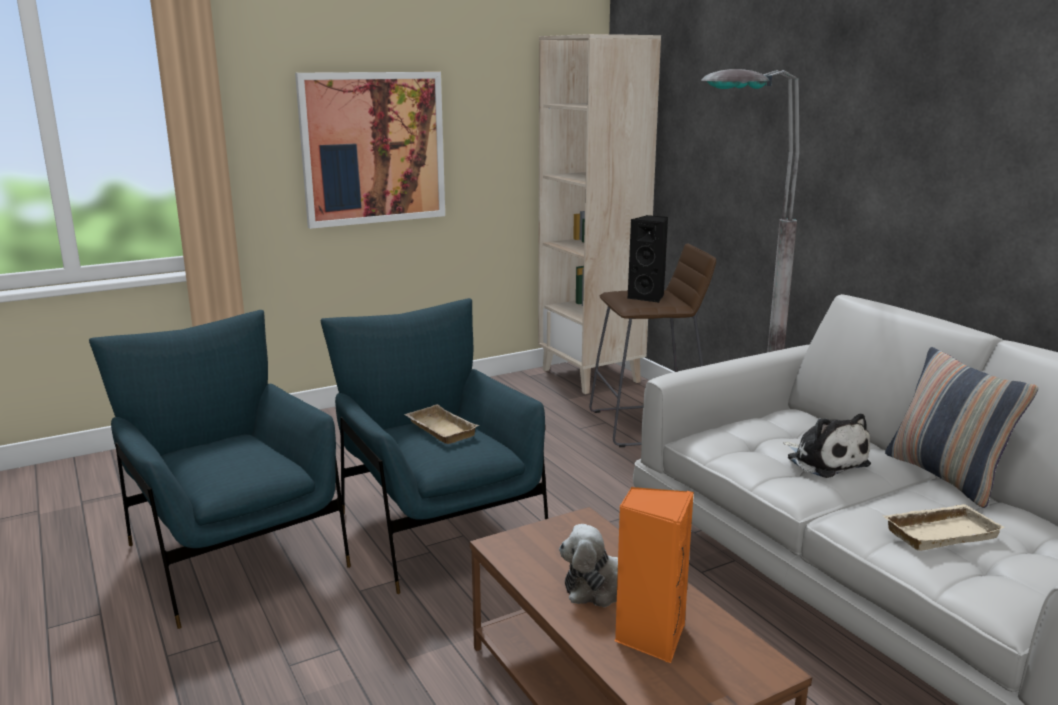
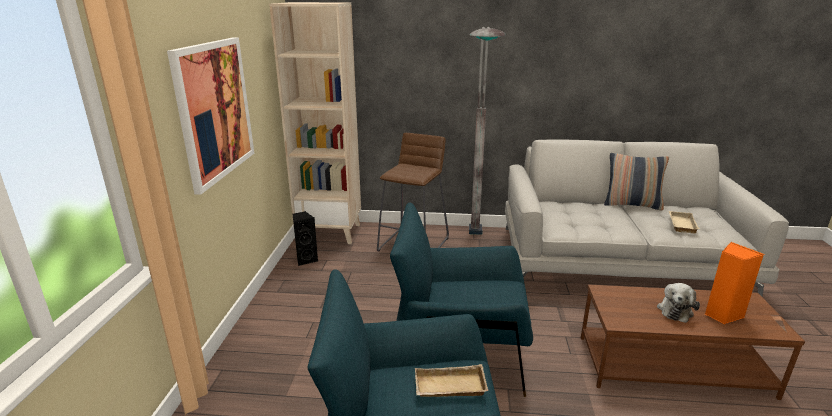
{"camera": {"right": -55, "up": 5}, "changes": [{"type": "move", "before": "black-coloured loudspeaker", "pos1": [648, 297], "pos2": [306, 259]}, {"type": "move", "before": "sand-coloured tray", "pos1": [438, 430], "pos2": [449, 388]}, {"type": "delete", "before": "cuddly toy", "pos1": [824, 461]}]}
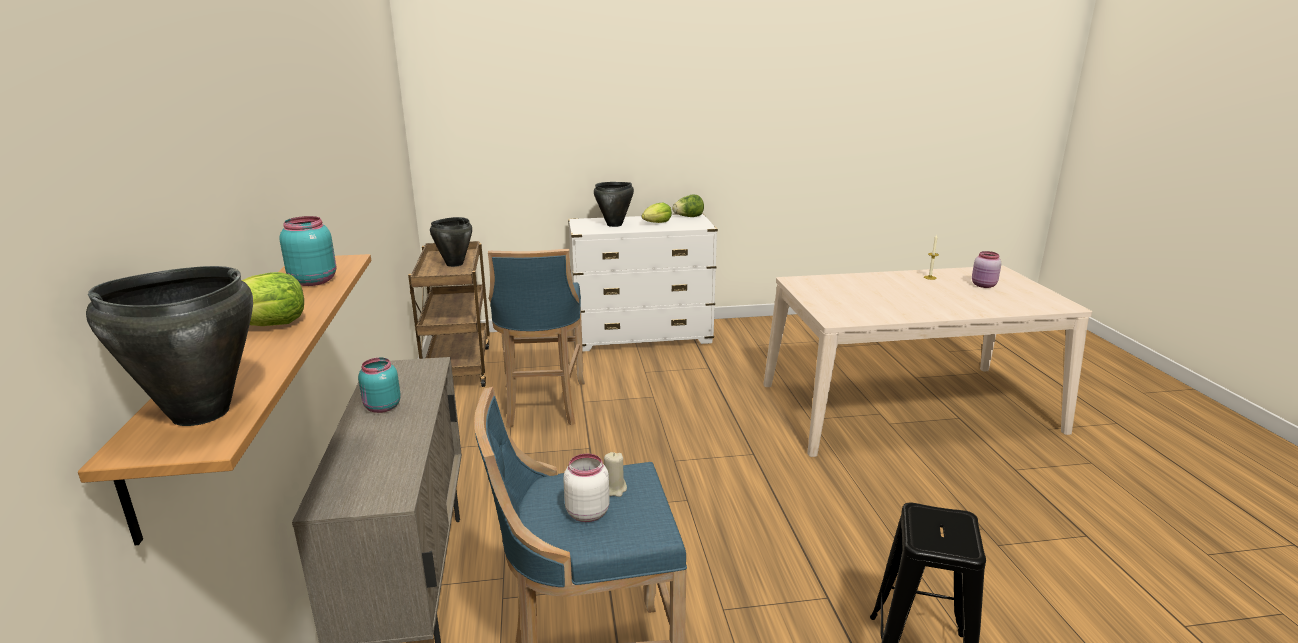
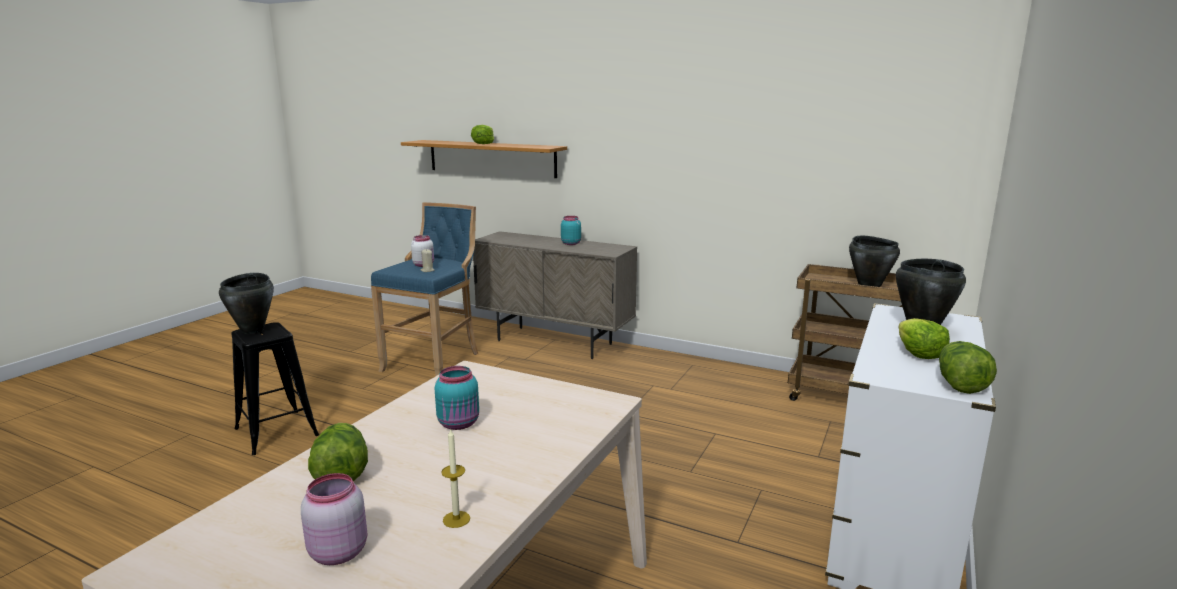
{"camera": {"right": 125, "up": -5}, "changes": [{"type": "move", "before": "blue-green storage jar", "pos1": [313, 281], "pos2": [459, 424]}, {"type": "delete", "before": "blue-coloured stool", "pos1": [542, 406]}, {"type": "move", "before": "black-coloured saucepot", "pos1": [199, 413], "pos2": [253, 330]}, {"type": "insert", "after": "lettuce", "pos2": [341, 473]}]}
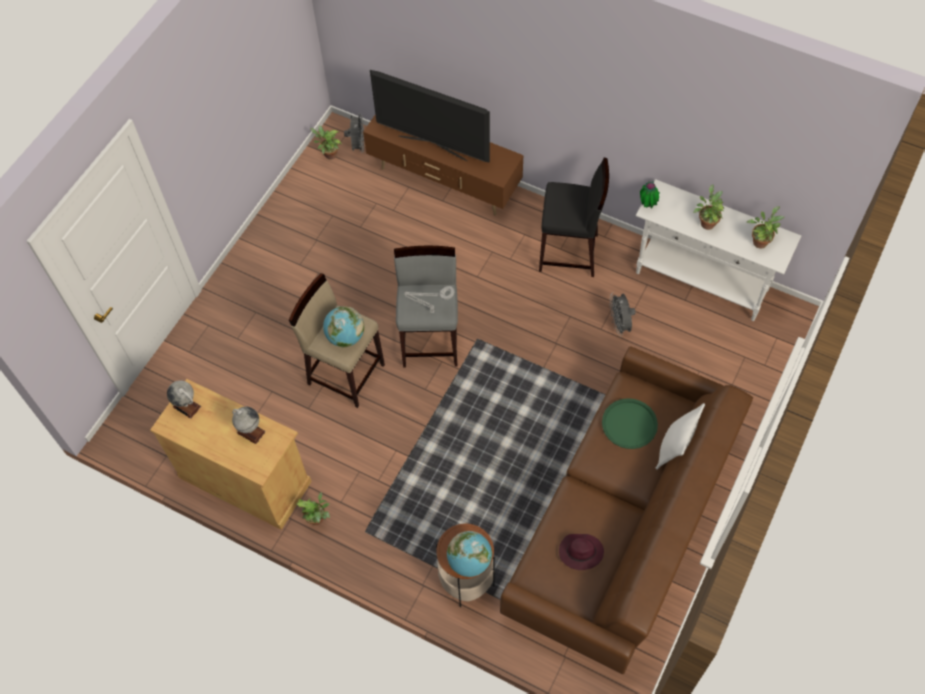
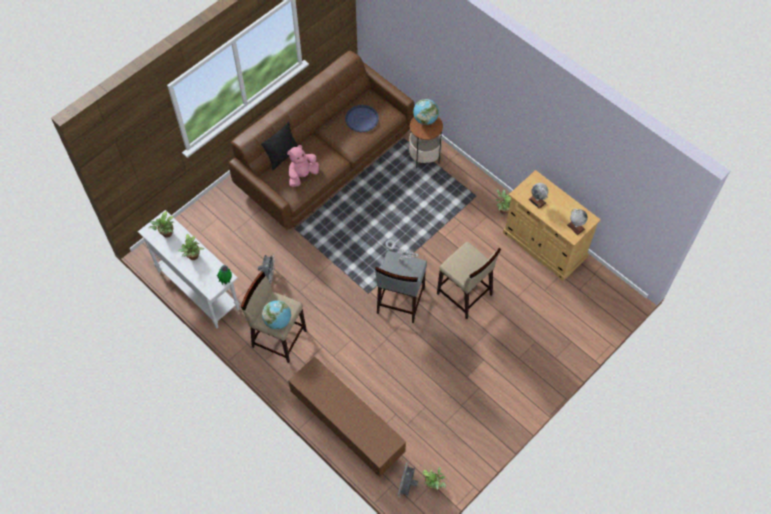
{"camera": {"right": -165, "up": 0}, "changes": [{"type": "delete", "before": "TV", "pos1": [433, 147]}, {"type": "recolor", "before": "black-coloured stool", "after": "sand-coloured stool", "pos1": [569, 253], "pos2": [279, 338]}, {"type": "move", "before": "desk globe", "pos1": [345, 337], "pos2": [278, 321]}, {"type": "replace", "before": "green-coloured tray", "after": "pinkish cuddly toy", "pos1": [629, 424], "pos2": [302, 175]}, {"type": "recolor", "before": "whitish cushion", "after": "black-coloured cushion", "pos1": [674, 447], "pos2": [282, 156]}, {"type": "replace", "before": "purple-coloured clothing hat", "after": "blue-coloured tray", "pos1": [580, 552], "pos2": [361, 119]}]}
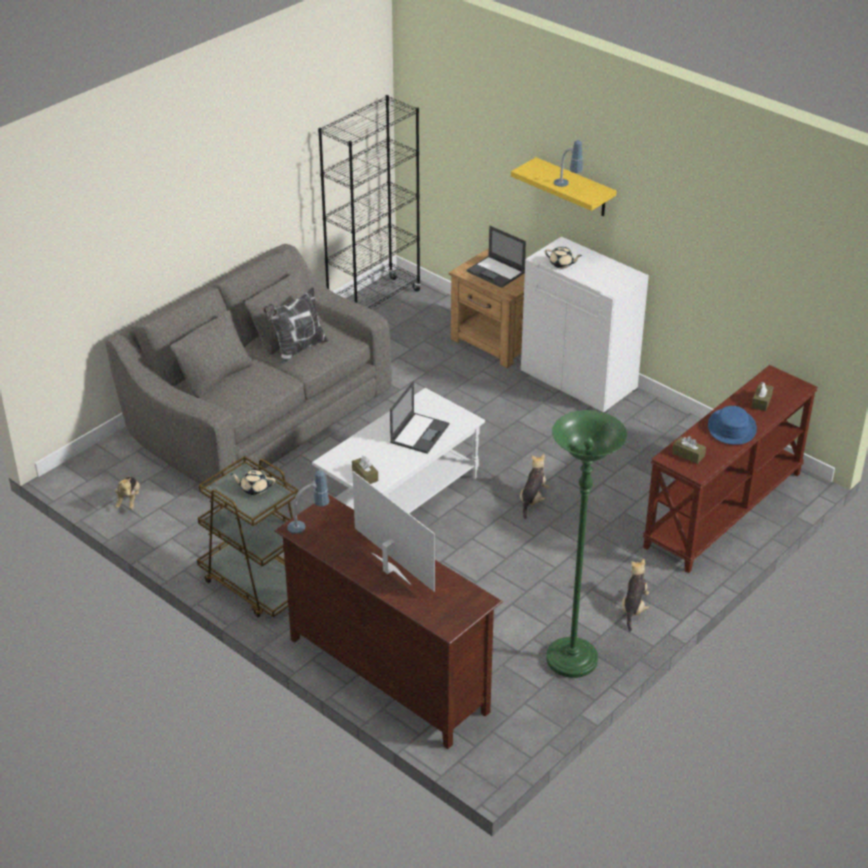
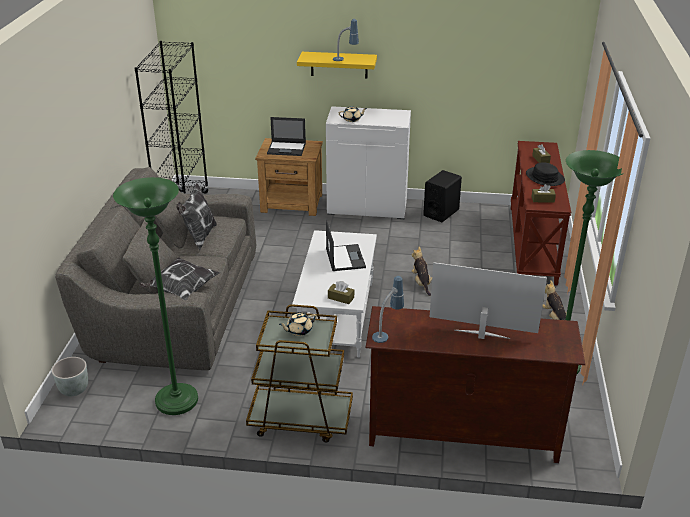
{"camera": {"right": -35, "up": -5}, "changes": [{"type": "recolor", "before": "blue-coloured clothing hat", "after": "black-coloured clothing hat", "pos1": [731, 428], "pos2": [544, 177]}, {"type": "delete", "before": "cuddly toy", "pos1": [129, 501]}, {"type": "insert", "after": "black-coloured loudspeaker", "pos2": [441, 213]}, {"type": "insert", "after": "green-coloured standard lamp", "pos2": [177, 401]}, {"type": "insert", "after": "cushion", "pos2": [181, 290]}, {"type": "insert", "after": "grey planter", "pos2": [74, 389]}]}
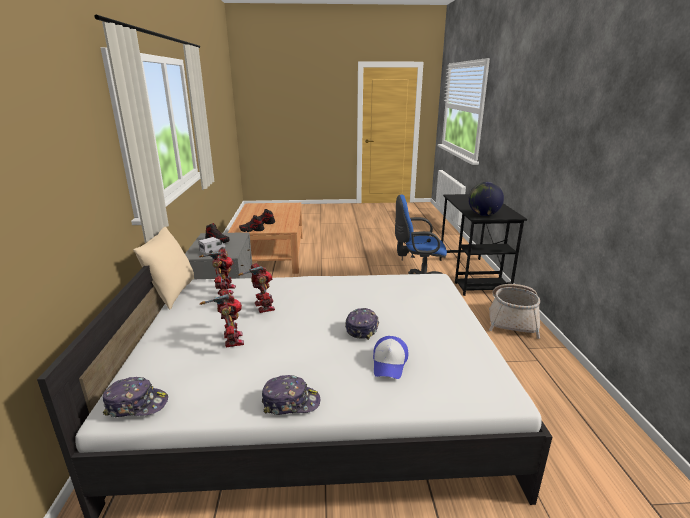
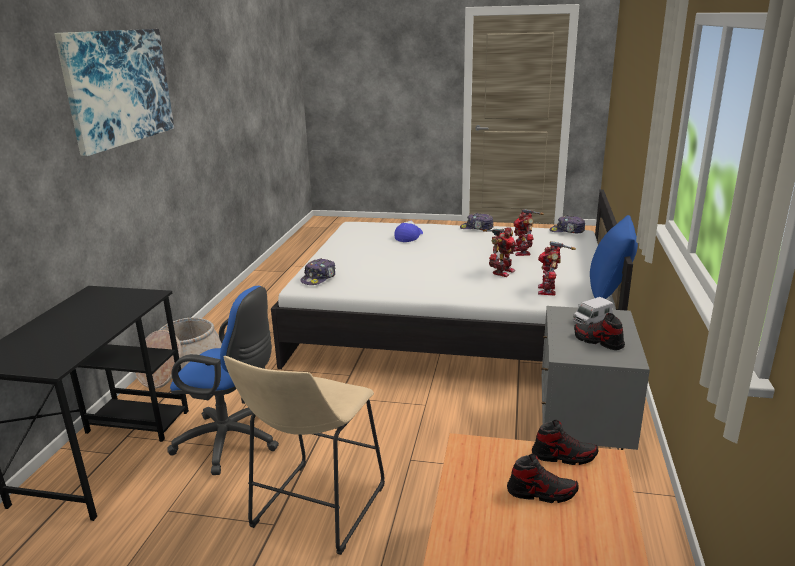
{"camera": {"right": -165, "up": 0}, "changes": [{"type": "delete", "before": "desk globe", "pos1": [483, 215]}, {"type": "recolor", "before": "sand-coloured cushion", "after": "blue-coloured cushion", "pos1": [172, 294], "pos2": [609, 292]}, {"type": "rotate", "before": "robot figure", "pos1": [262, 307], "pos2": [501, 272], "turn": -135}, {"type": "move", "before": "peaked cap", "pos1": [362, 328], "pos2": [319, 278]}, {"type": "insert", "after": "picture", "pos2": [119, 87]}, {"type": "insert", "after": "sand-coloured stool", "pos2": [314, 510]}]}
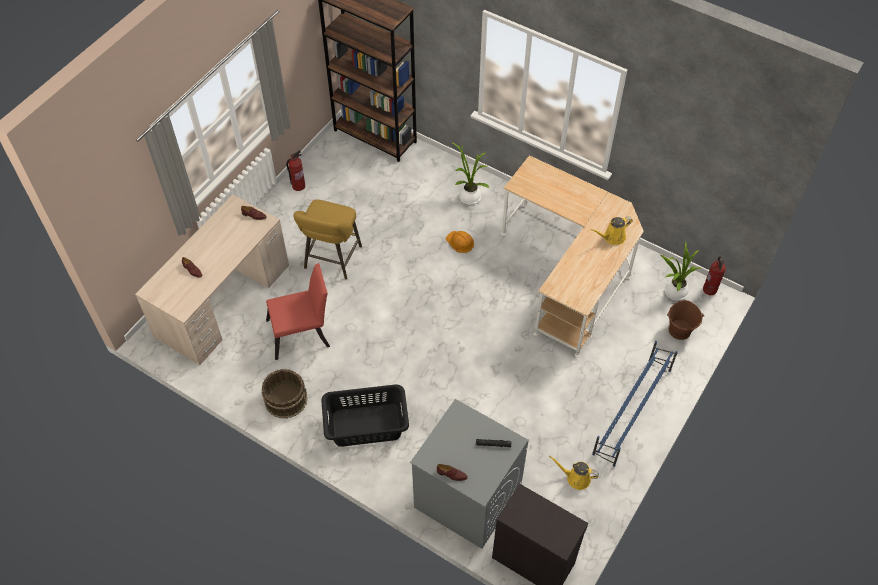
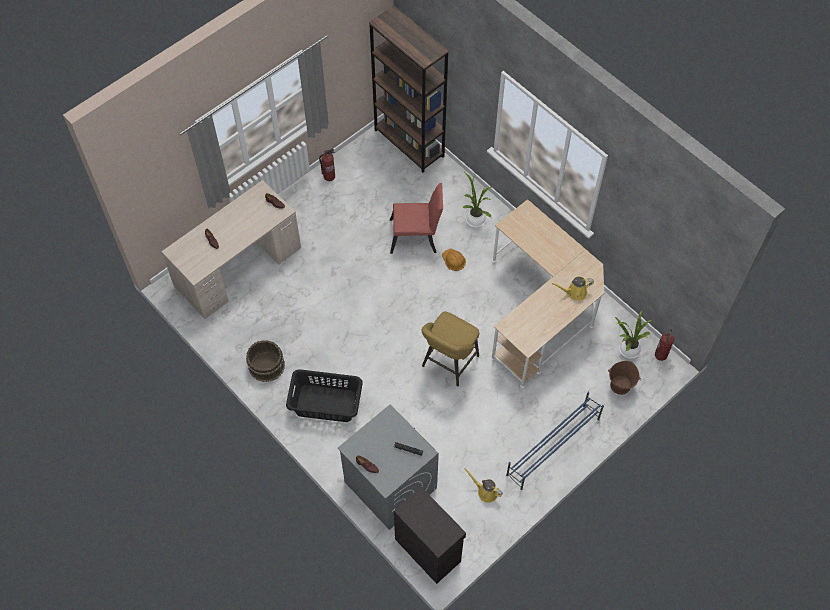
{"camera": {"right": 15, "up": 5}, "changes": [{"type": "move", "before": "yellow stool", "pos1": [331, 260], "pos2": [448, 363]}, {"type": "move", "before": "reddish chair", "pos1": [302, 333], "pos2": [416, 236]}]}
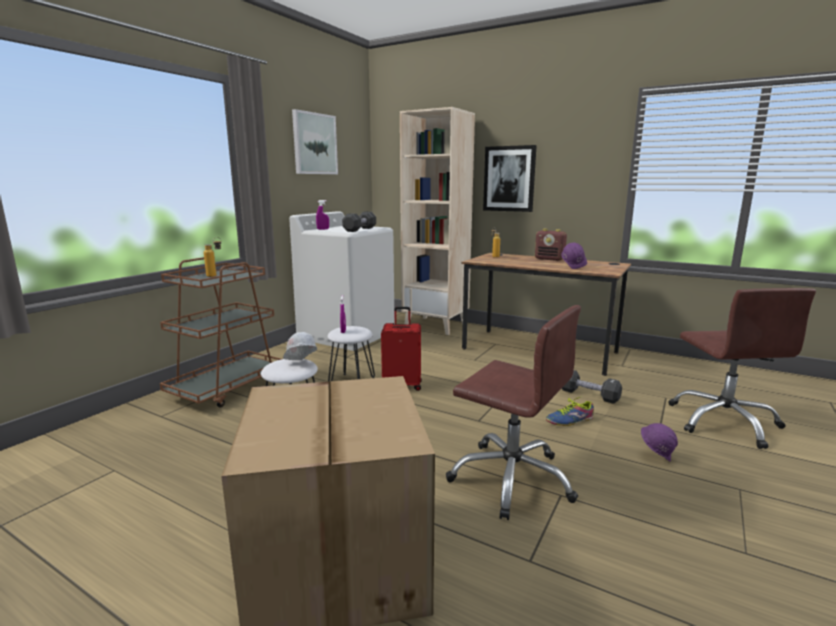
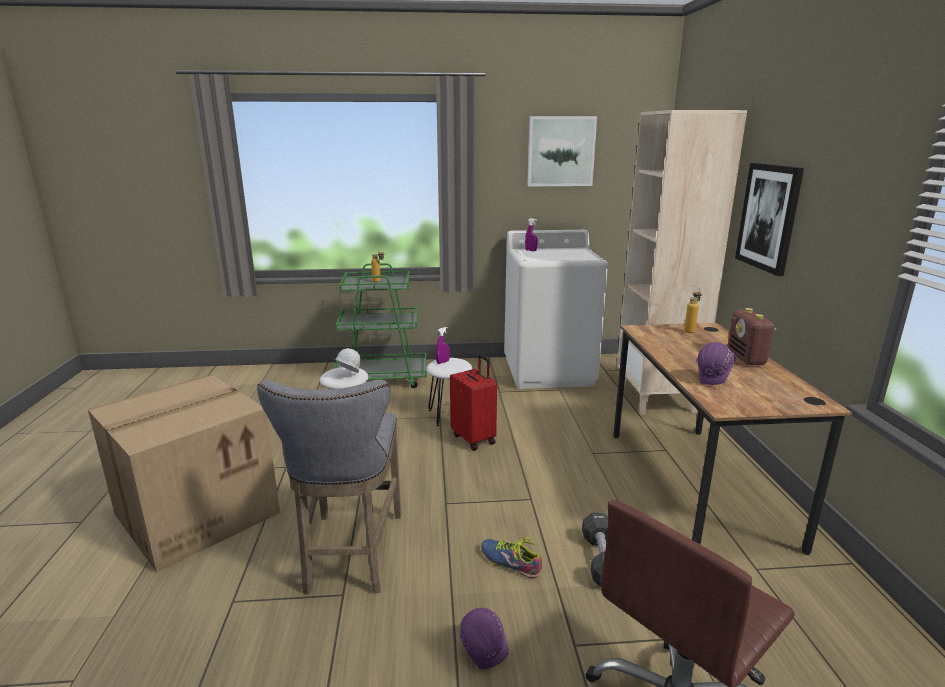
{"camera": {"right": 55, "up": 5}, "changes": [{"type": "delete", "before": "black-coloured free weight", "pos1": [360, 229]}, {"type": "recolor", "before": "brown trolley", "after": "green-coloured trolley", "pos1": [228, 388], "pos2": [382, 378]}, {"type": "replace", "before": "brown computer chair", "after": "grey stool", "pos1": [511, 478], "pos2": [351, 556]}]}
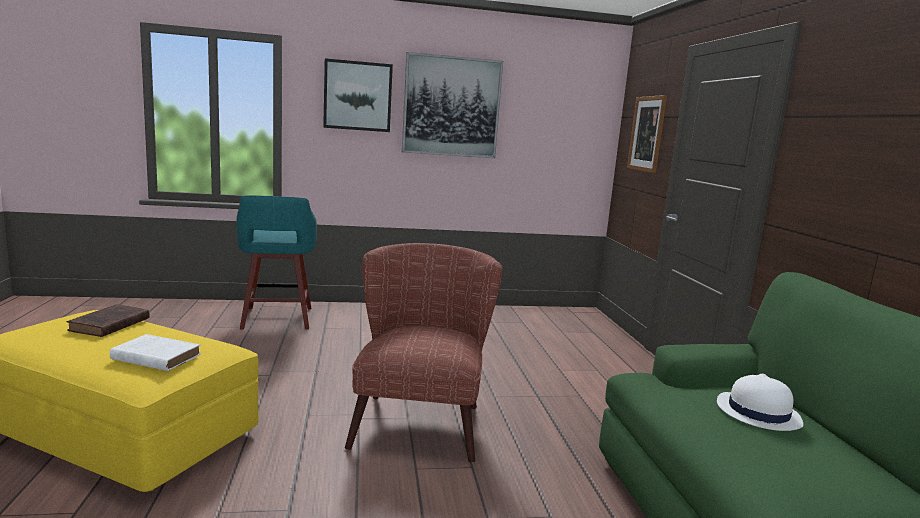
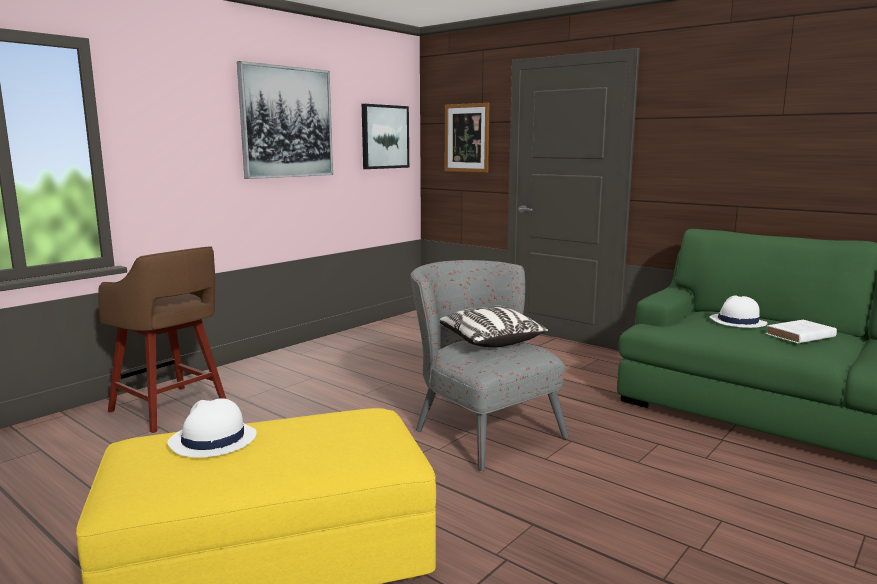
{"camera": {"right": -40, "up": 0}, "changes": [{"type": "move", "before": "picture", "pos1": [358, 96], "pos2": [384, 137]}, {"type": "recolor", "before": "blue-green stool", "after": "brown stool", "pos1": [277, 319], "pos2": [170, 409]}, {"type": "recolor", "before": "brown armchair", "after": "grey armchair", "pos1": [421, 419], "pos2": [480, 429]}, {"type": "replace", "before": "brown bound book", "after": "whitish clothing hat", "pos1": [108, 325], "pos2": [212, 440]}, {"type": "move", "before": "whitish bound book", "pos1": [154, 357], "pos2": [799, 335]}, {"type": "insert", "after": "cushion", "pos2": [489, 341]}]}
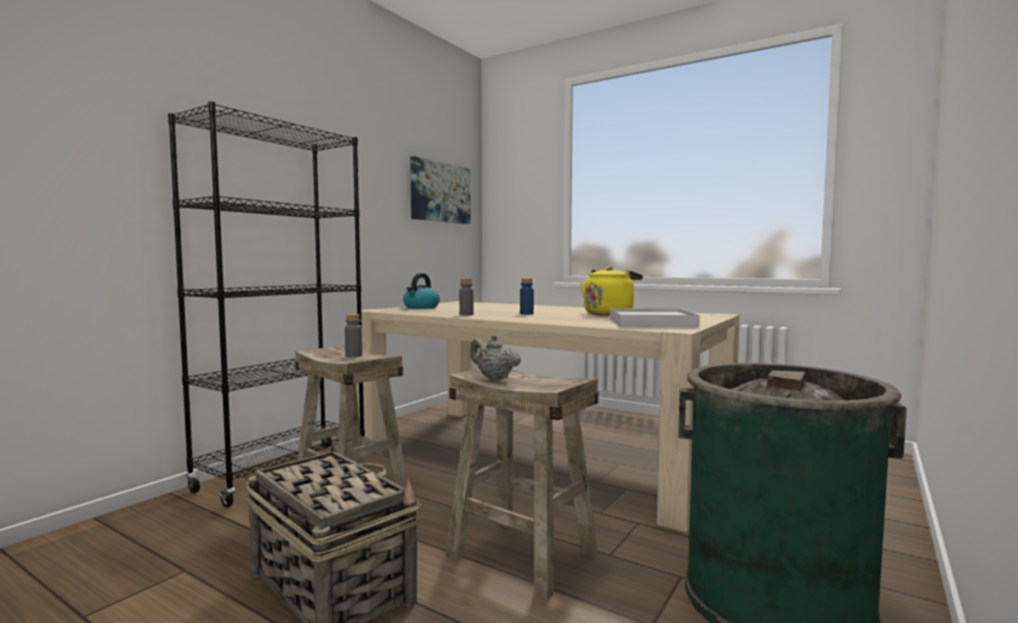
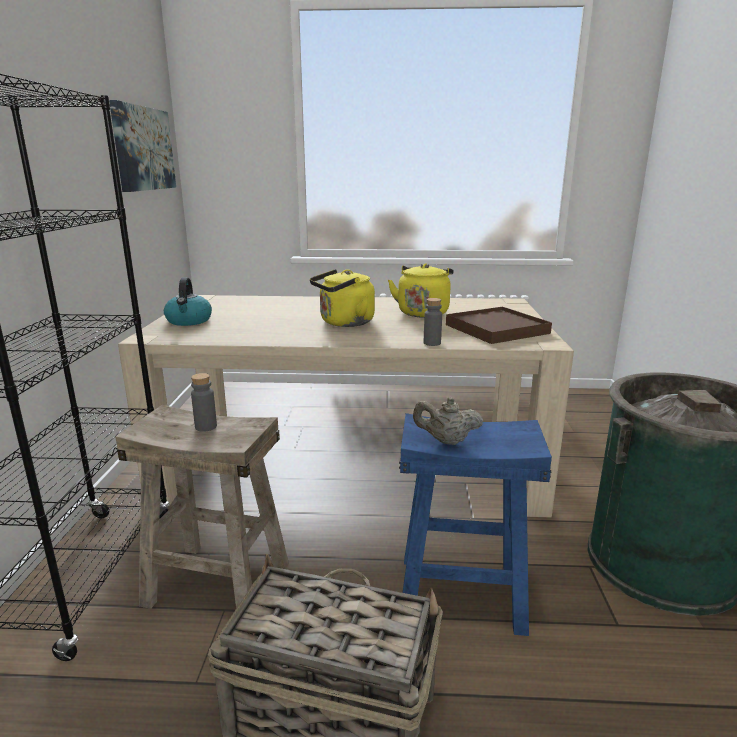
{"camera": {"right": -30, "up": 15}, "changes": [{"type": "replace", "before": "blue-coloured beverage bottle", "after": "yellow kettle", "pos1": [526, 313], "pos2": [344, 323]}, {"type": "move", "before": "grey beverage bottle", "pos1": [466, 314], "pos2": [432, 343]}, {"type": "recolor", "before": "whitish tray", "after": "brown tray", "pos1": [651, 322], "pos2": [496, 329]}, {"type": "recolor", "before": "sand-coloured stool", "after": "blue-coloured stool", "pos1": [521, 555], "pos2": [460, 594]}]}
